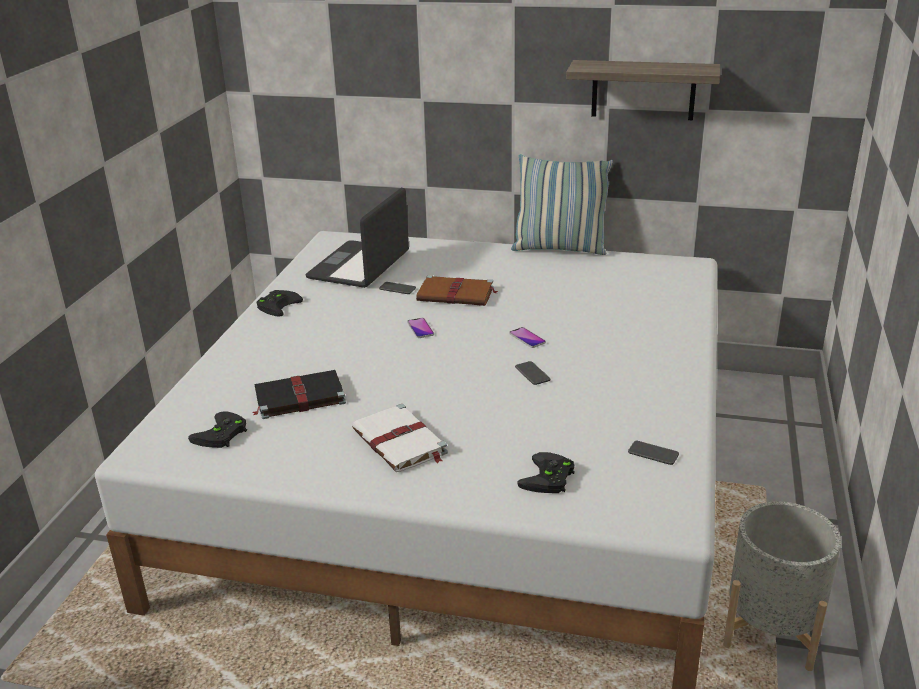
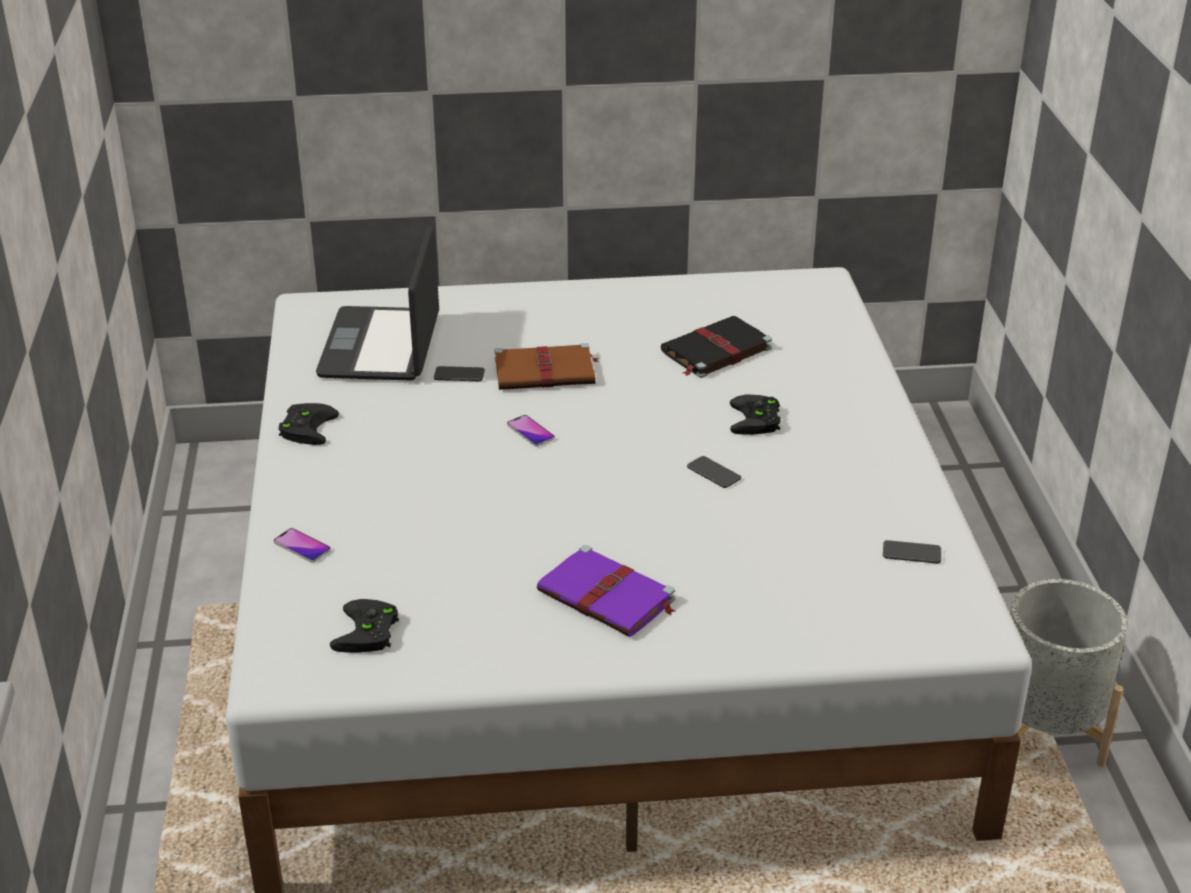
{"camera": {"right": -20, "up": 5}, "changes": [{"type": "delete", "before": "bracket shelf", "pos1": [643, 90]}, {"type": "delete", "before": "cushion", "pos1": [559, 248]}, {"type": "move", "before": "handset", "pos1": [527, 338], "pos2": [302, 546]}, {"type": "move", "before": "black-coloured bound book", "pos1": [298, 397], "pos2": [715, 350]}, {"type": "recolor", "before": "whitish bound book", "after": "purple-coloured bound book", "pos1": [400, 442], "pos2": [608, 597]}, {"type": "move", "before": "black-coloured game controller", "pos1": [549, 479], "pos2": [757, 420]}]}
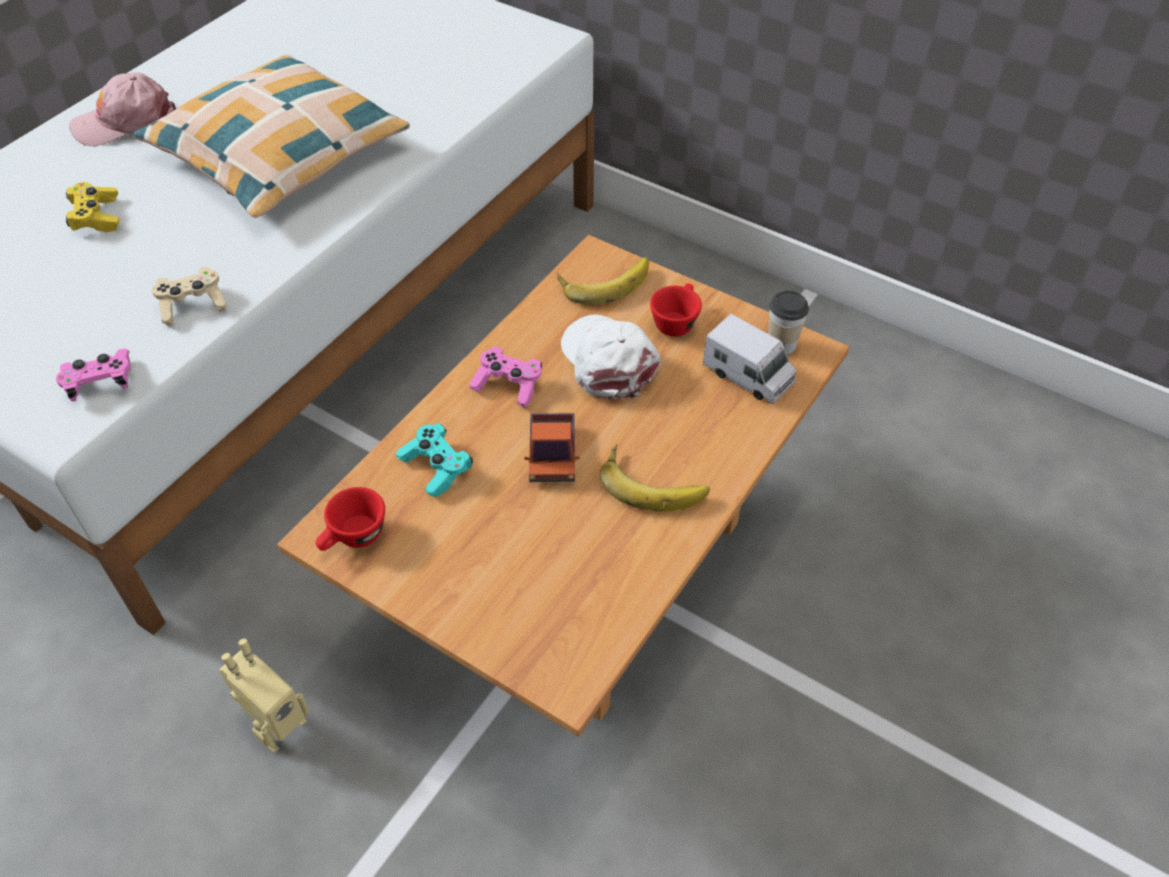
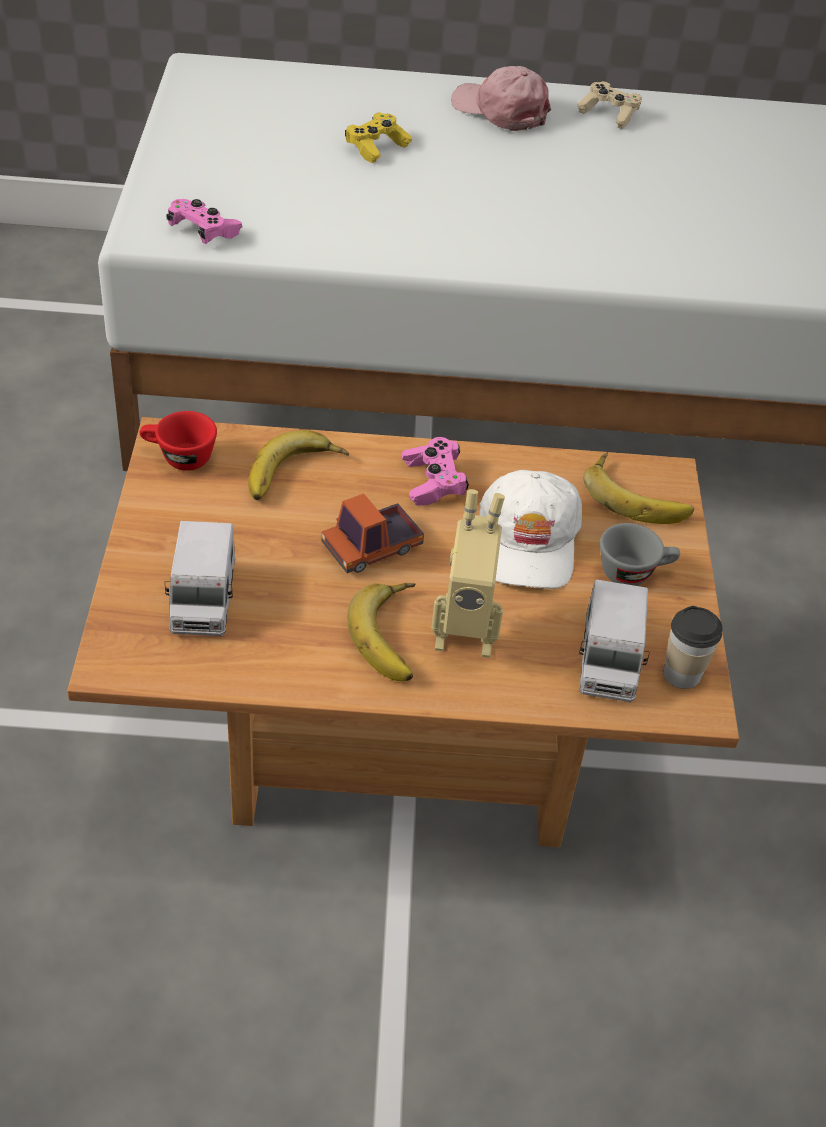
{"camera": {"right": 55, "up": -5}, "changes": [{"type": "delete", "before": "cushion", "pos1": [278, 153]}, {"type": "move", "before": "sand-coloured game controller", "pos1": [193, 305], "pos2": [609, 114]}, {"type": "recolor", "before": "reddish cup", "after": "grey cup", "pos1": [676, 321], "pos2": [634, 572]}, {"type": "rotate", "before": "whitish peaked cap", "pos1": [608, 361], "pos2": [529, 541], "turn": 150}, {"type": "replace", "before": "blue-green game controller", "after": "banana fruit", "pos1": [436, 467], "pos2": [295, 475]}, {"type": "move", "before": "robot figure", "pos1": [276, 724], "pos2": [464, 633]}, {"type": "insert", "after": "toy truck", "pos2": [203, 599]}]}
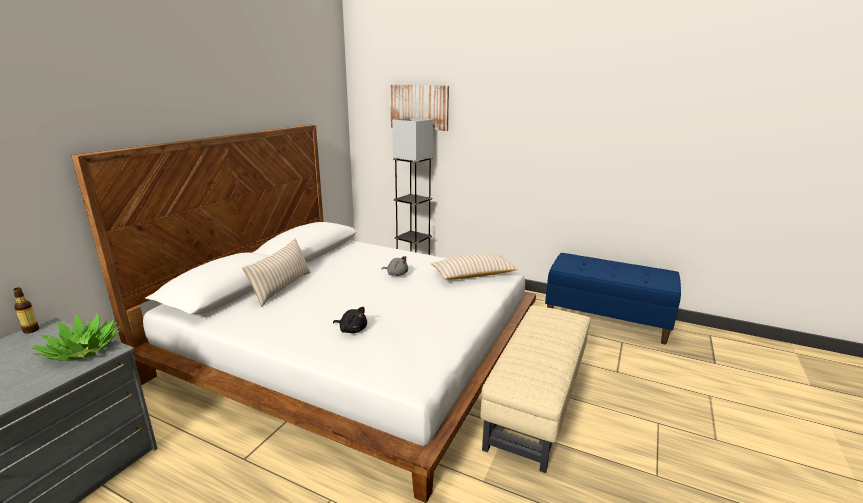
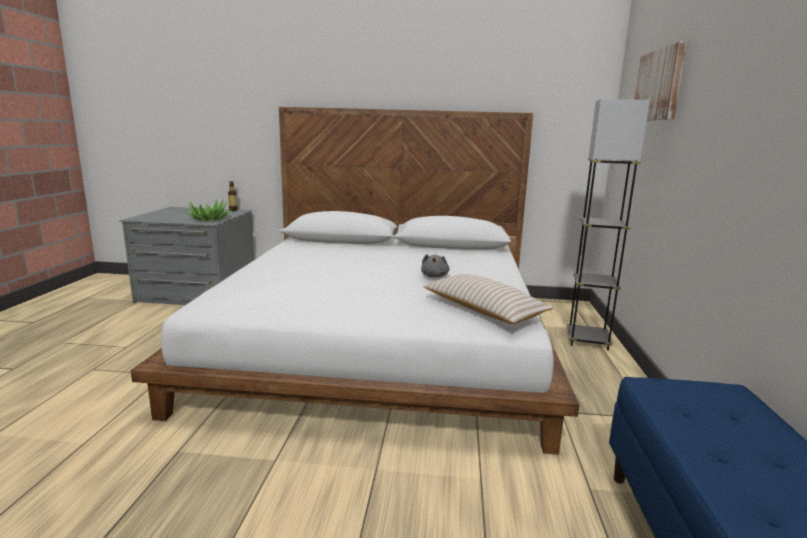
{"camera": {"right": 70, "up": -5}, "changes": [{"type": "delete", "before": "sand-coloured cushion", "pos1": [282, 287]}, {"type": "delete", "before": "sand-coloured pouffe", "pos1": [535, 404]}, {"type": "delete", "before": "black-coloured cuddly toy", "pos1": [352, 330]}]}
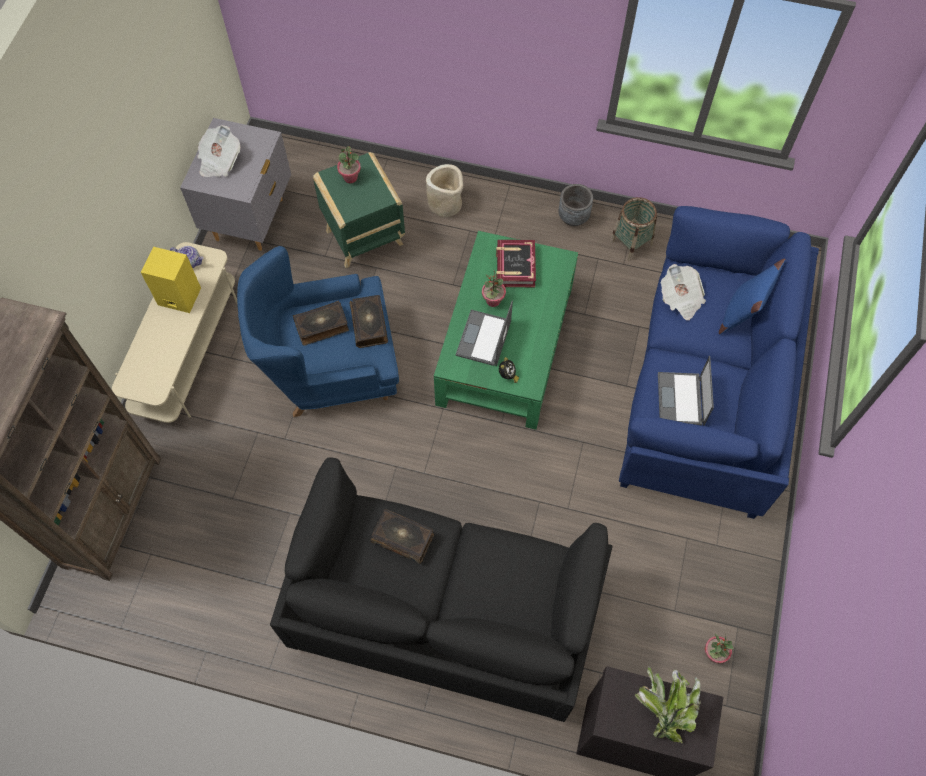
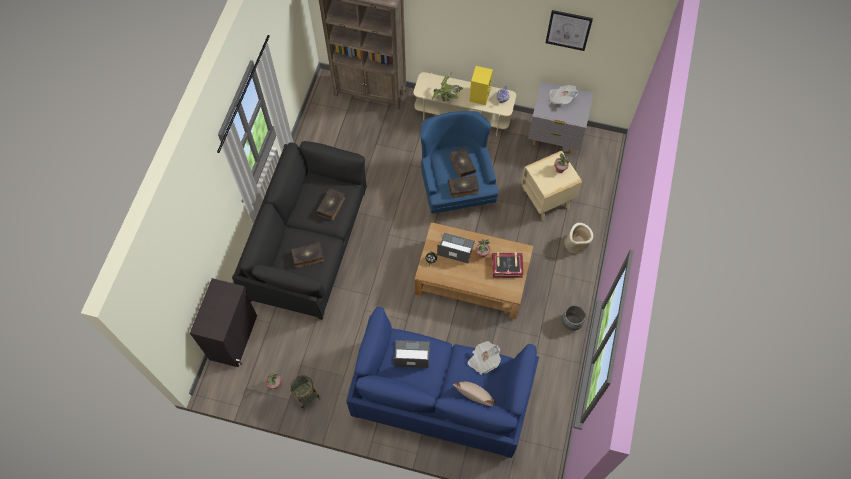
{"camera": {"right": 90, "up": 0}, "changes": [{"type": "recolor", "before": "green-coloured end table", "after": "sand-coloured end table", "pos1": [363, 238], "pos2": [545, 198]}, {"type": "move", "before": "basket", "pos1": [631, 243], "pos2": [306, 397]}, {"type": "recolor", "before": "green-coloured coffee table", "after": "brown coffee table", "pos1": [505, 345], "pos2": [472, 278]}, {"type": "recolor", "before": "blue-coloured cushion", "after": "sand-coloured cushion", "pos1": [742, 313], "pos2": [474, 398]}, {"type": "move", "before": "houseplant", "pos1": [664, 707], "pos2": [446, 97]}, {"type": "insert", "after": "picture", "pos2": [568, 30]}, {"type": "insert", "after": "bound book", "pos2": [308, 257]}]}
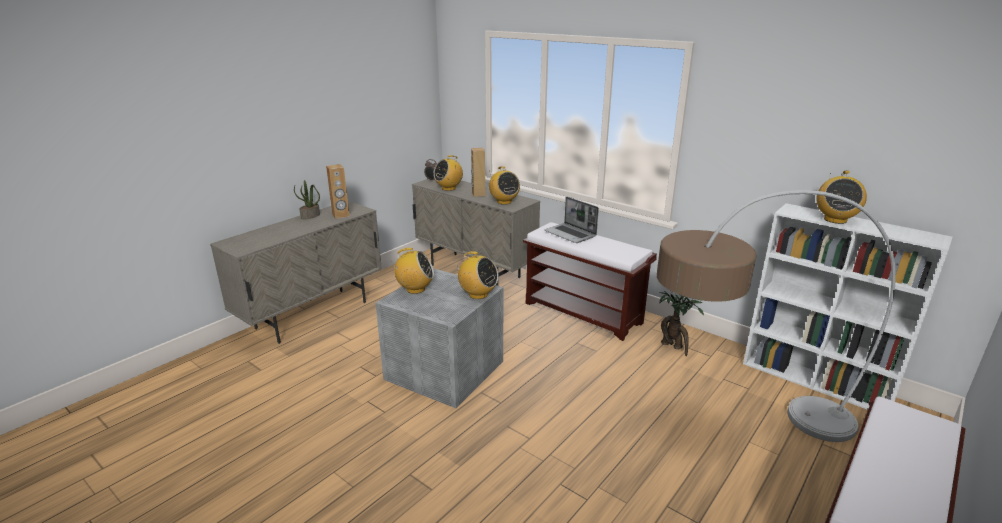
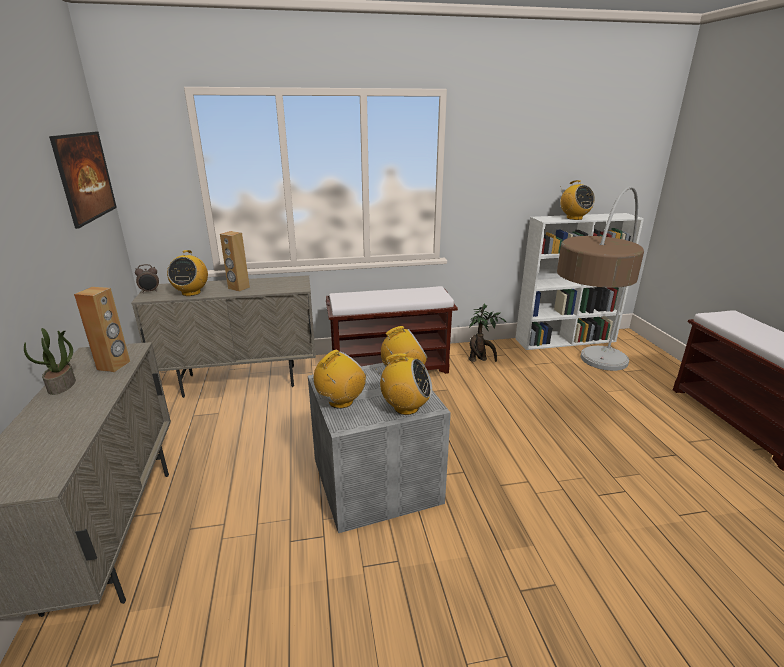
{"camera": {"right": -50, "up": 0}, "changes": [{"type": "move", "before": "radio set", "pos1": [504, 202], "pos2": [405, 407]}, {"type": "delete", "before": "portable computer", "pos1": [571, 234]}, {"type": "insert", "after": "picture", "pos2": [91, 197]}]}
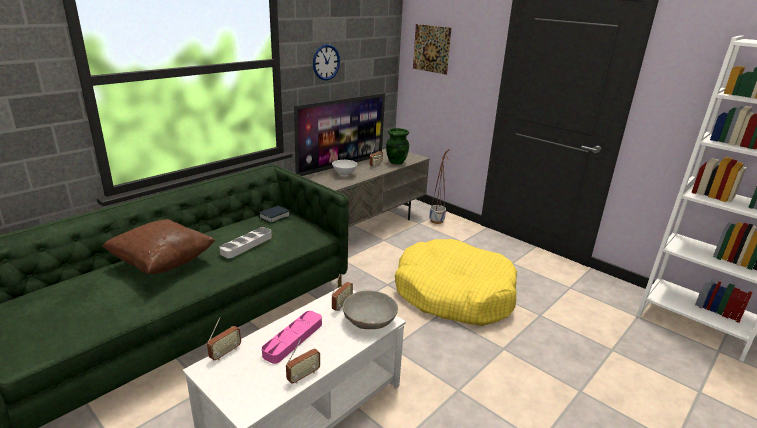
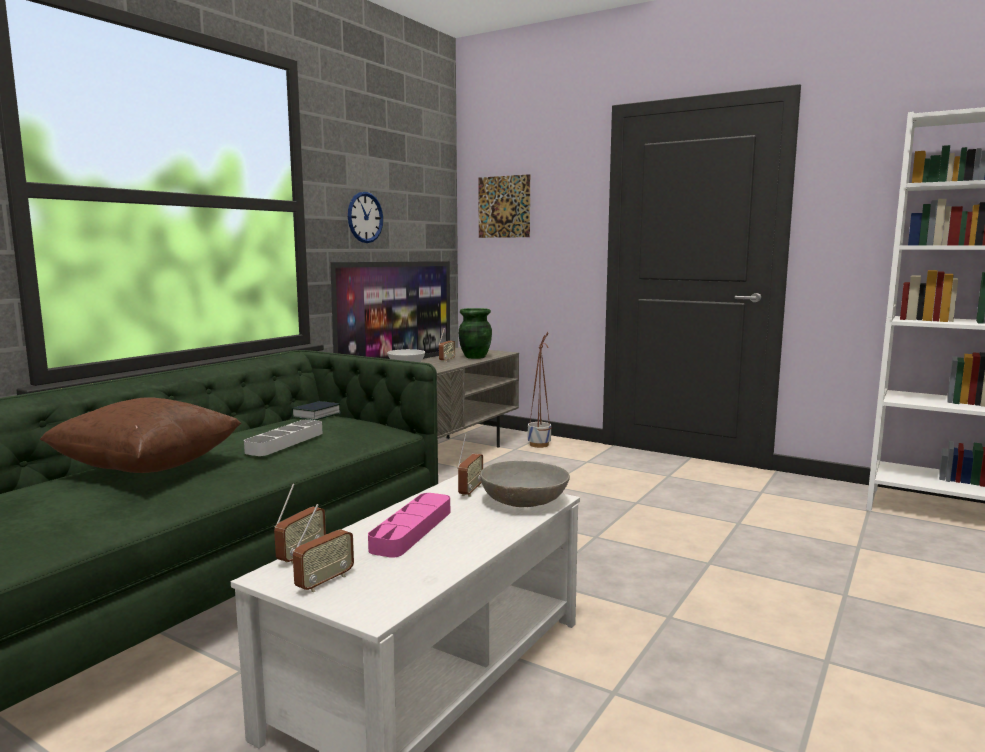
{"camera": {"right": -10, "up": -15}, "changes": [{"type": "delete", "before": "yellow pet bed", "pos1": [454, 294]}, {"type": "move", "before": "radio set", "pos1": [303, 376], "pos2": [324, 582]}]}
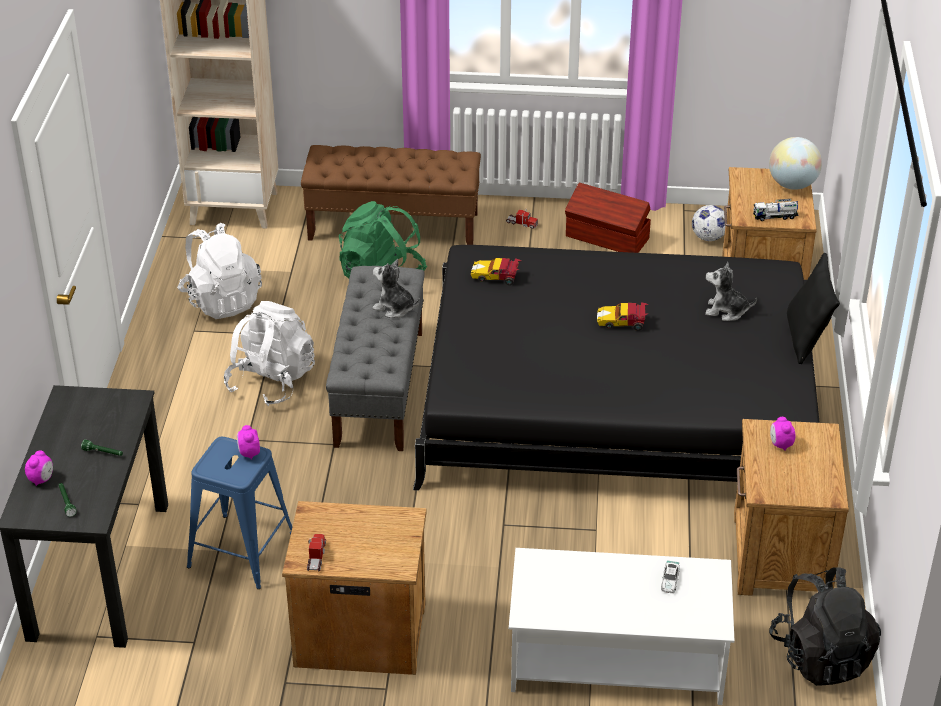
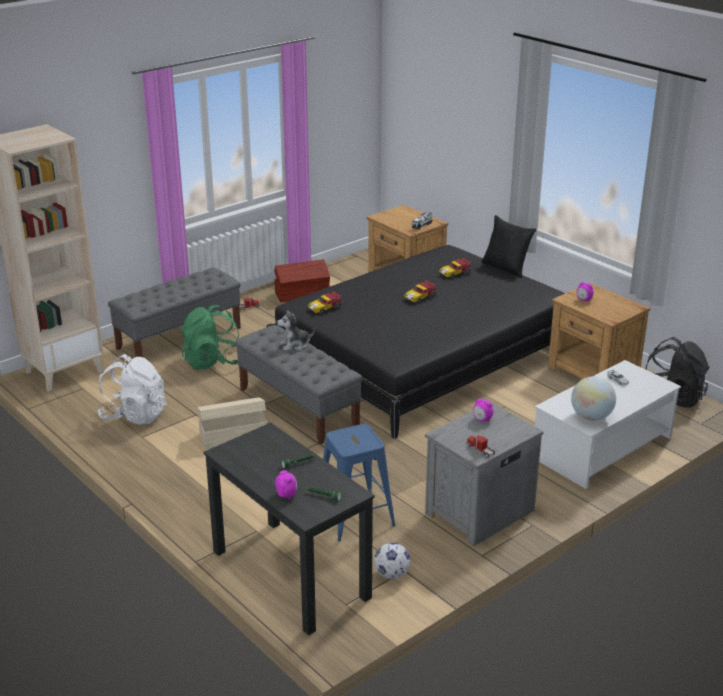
{"camera": {"right": -45, "up": -10}, "changes": [{"type": "move", "before": "desk globe", "pos1": [792, 185], "pos2": [591, 417]}, {"type": "recolor", "before": "brown long seat", "after": "grey long seat", "pos1": [394, 226], "pos2": [179, 338]}, {"type": "move", "before": "ball for football", "pos1": [708, 237], "pos2": [392, 574]}, {"type": "replace", "before": "cuddly toy", "after": "toy car", "pos1": [726, 311], "pos2": [455, 273]}, {"type": "replace", "before": "whitish rucksack", "after": "sand-coloured storage box", "pos1": [271, 381], "pos2": [232, 435]}, {"type": "move", "before": "table clock", "pos1": [249, 453], "pos2": [482, 420]}, {"type": "recolor", "before": "brown night table", "after": "grey night table", "pos1": [358, 633], "pos2": [478, 511]}]}
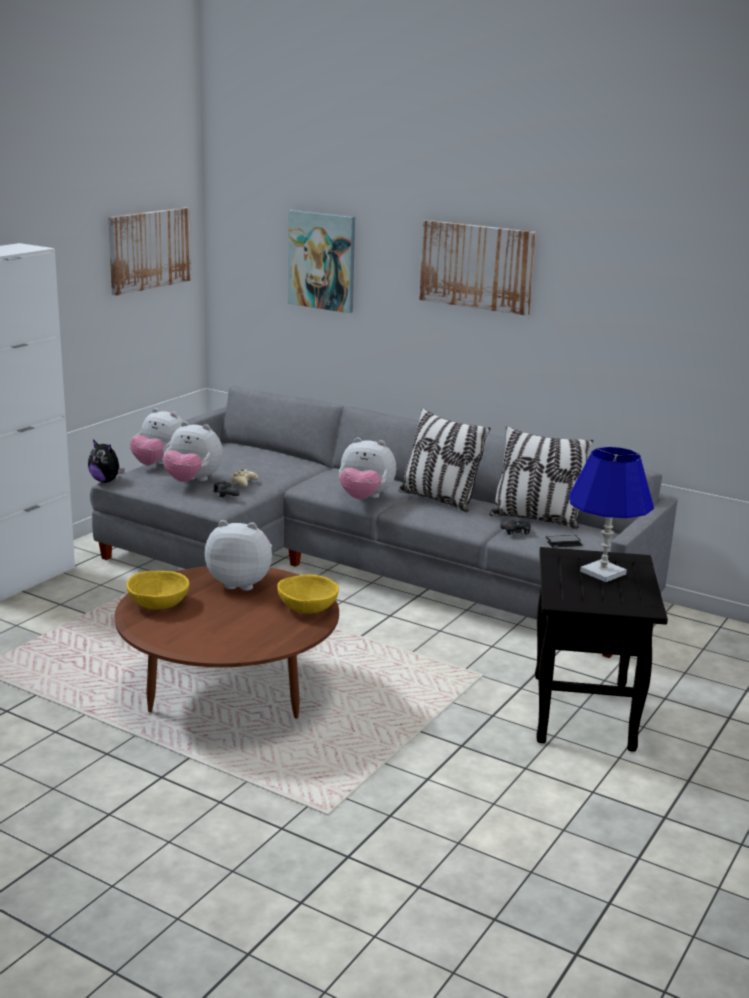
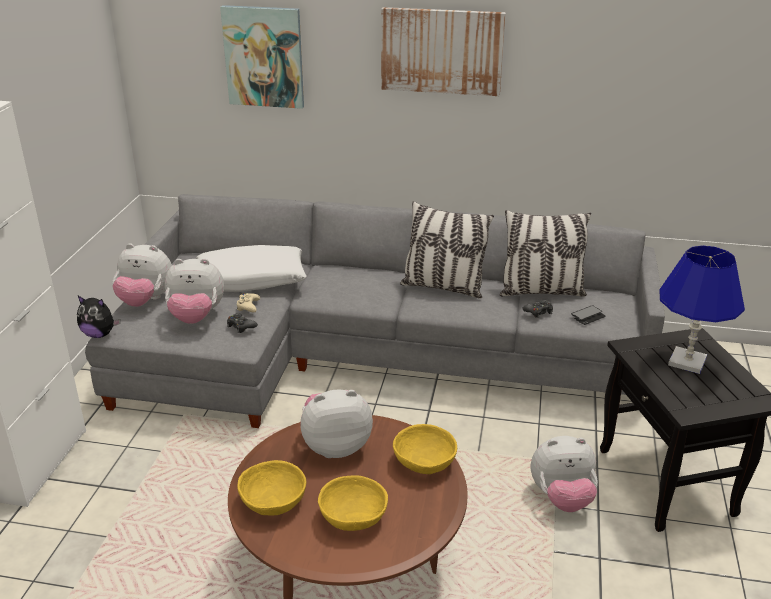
{"camera": {"right": -20, "up": 10}, "changes": [{"type": "delete", "before": "picture", "pos1": [149, 249]}, {"type": "move", "before": "cuddly toy", "pos1": [365, 498], "pos2": [562, 498]}, {"type": "insert", "after": "whitish cushion", "pos2": [251, 279]}, {"type": "insert", "after": "yellow deep dish", "pos2": [352, 517]}]}
